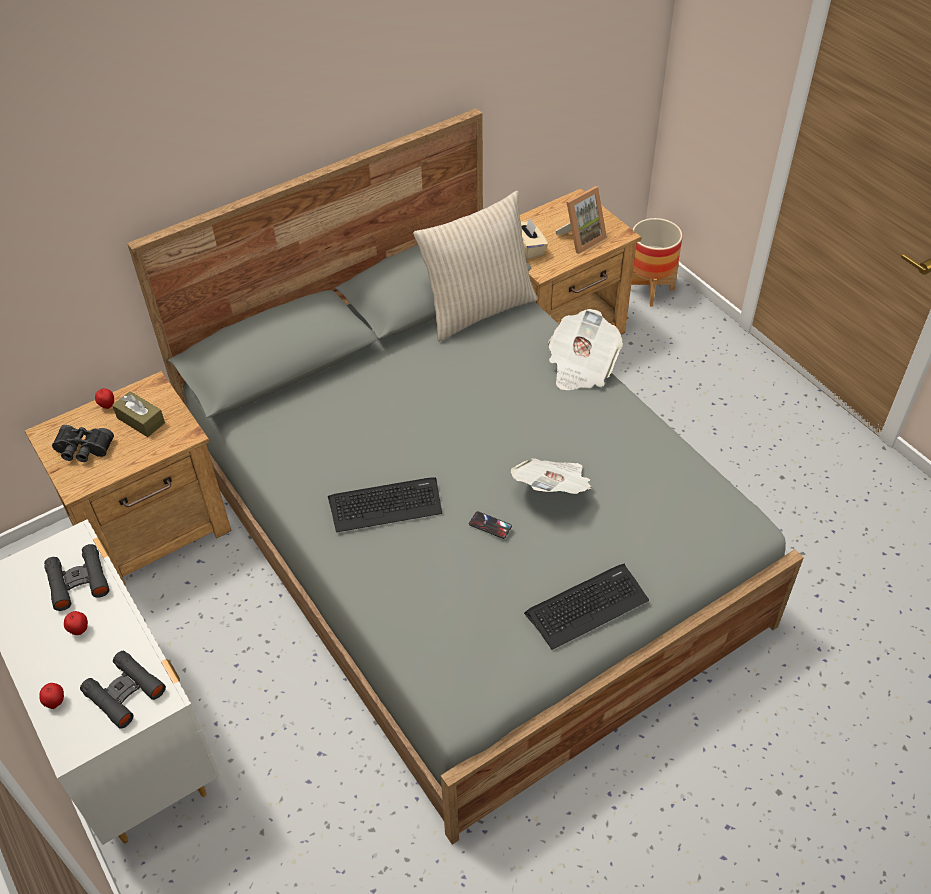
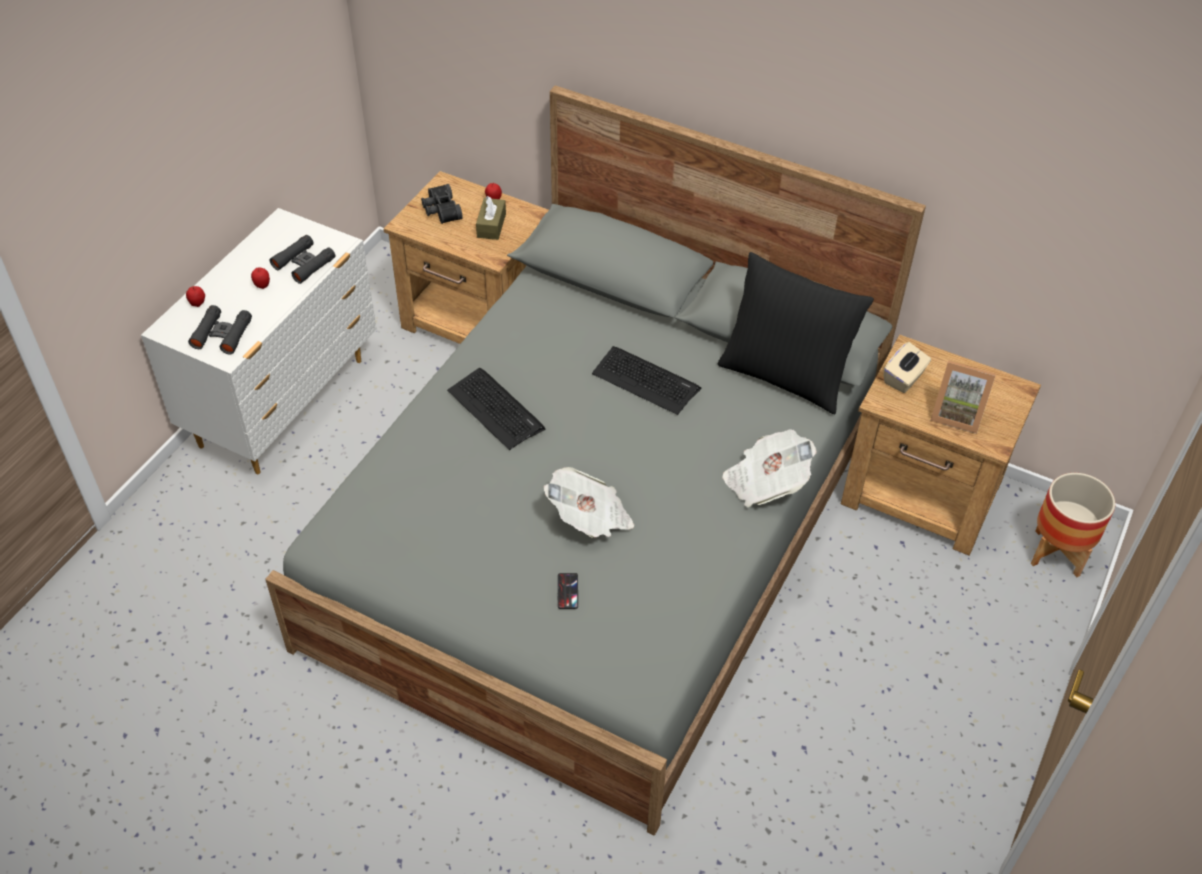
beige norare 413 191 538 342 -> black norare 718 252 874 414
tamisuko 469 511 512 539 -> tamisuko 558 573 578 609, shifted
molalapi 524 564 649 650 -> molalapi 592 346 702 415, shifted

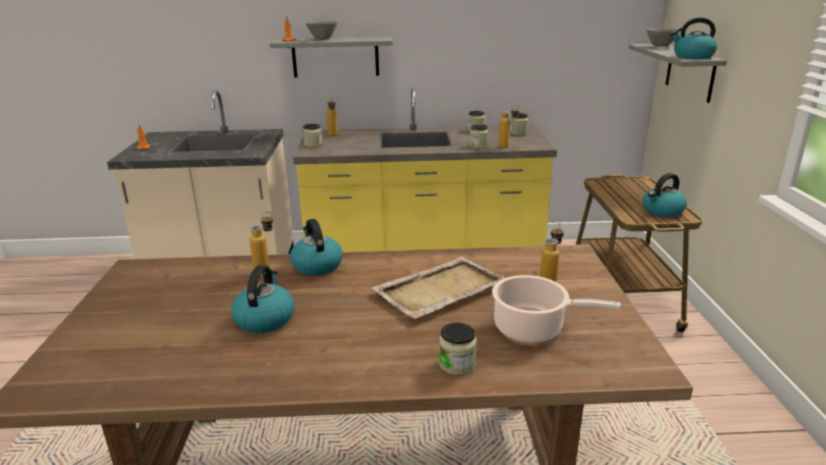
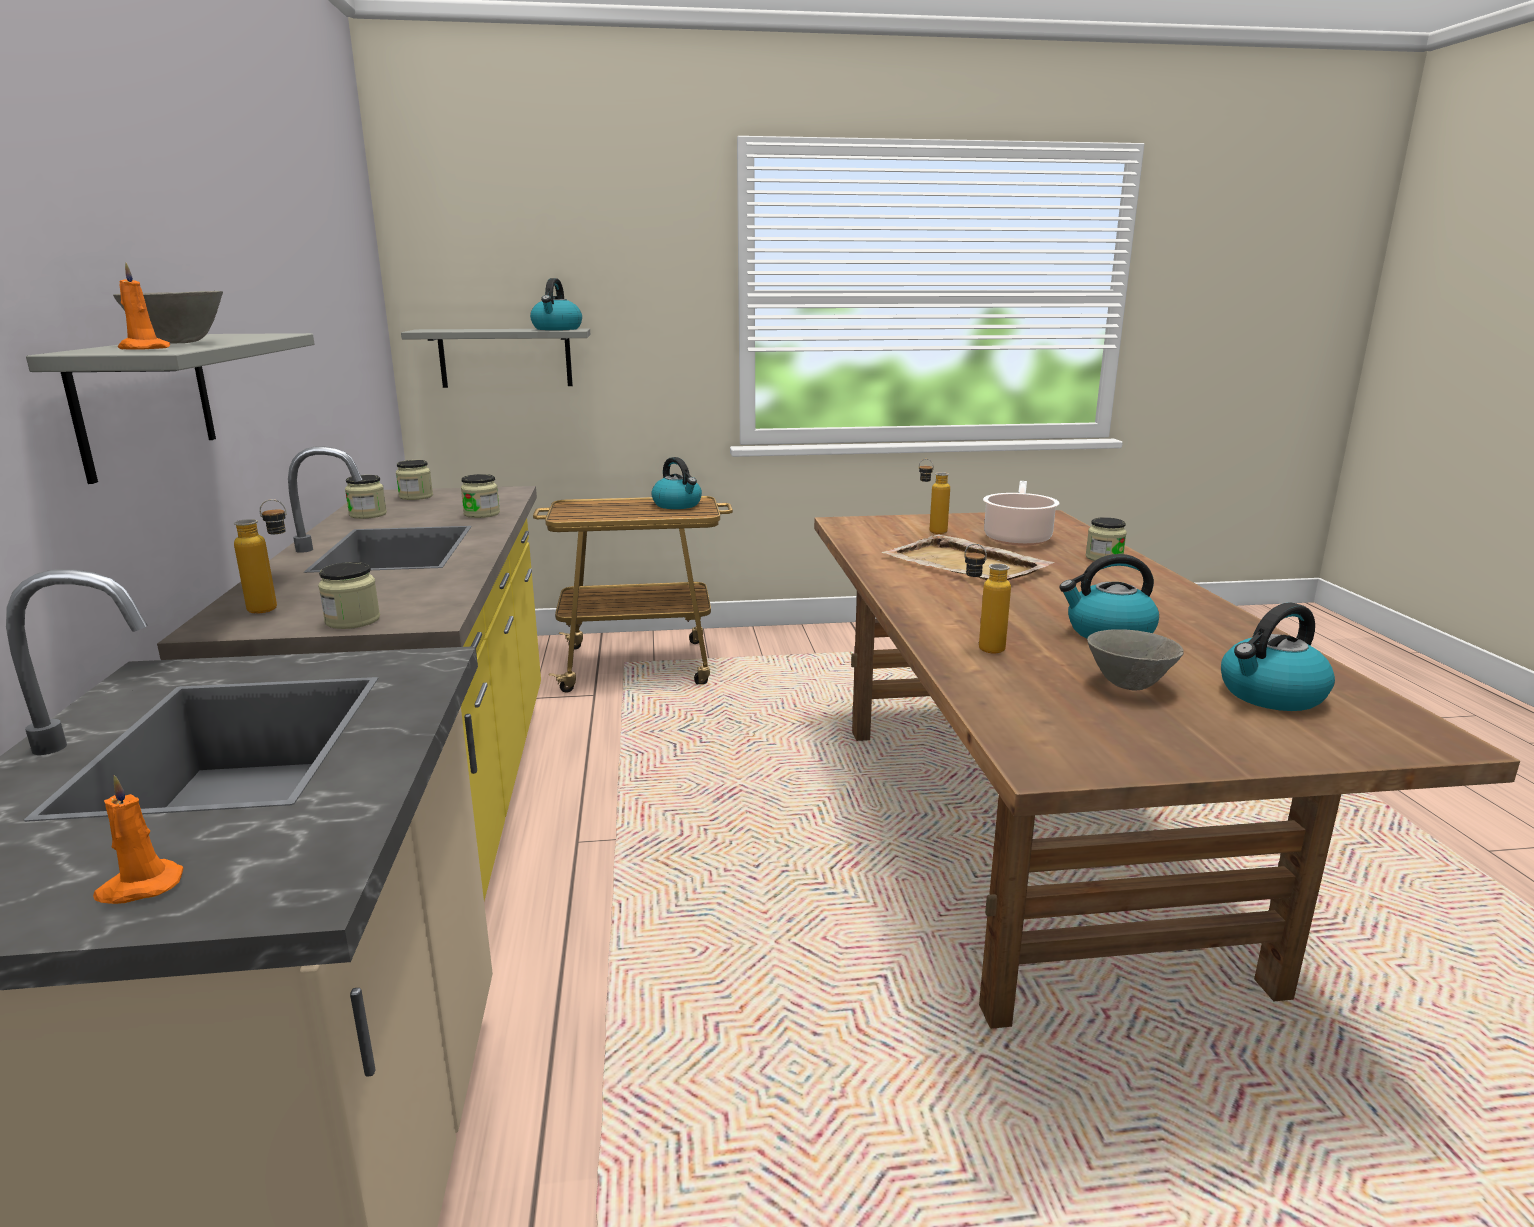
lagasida 290 219 343 275 -> lagasida 1221 602 1335 711, shifted
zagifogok 498 105 520 148 -> none
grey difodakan 647 28 680 47 -> grey difodakan 1087 629 1184 691, shifted

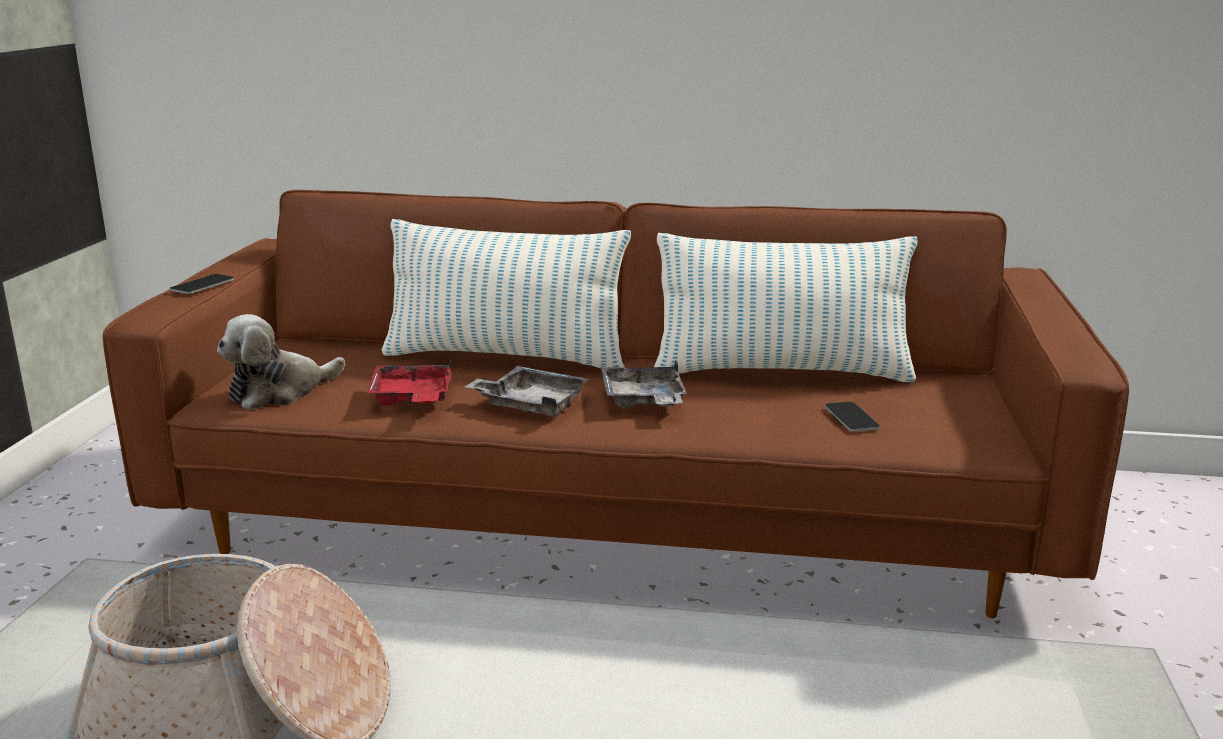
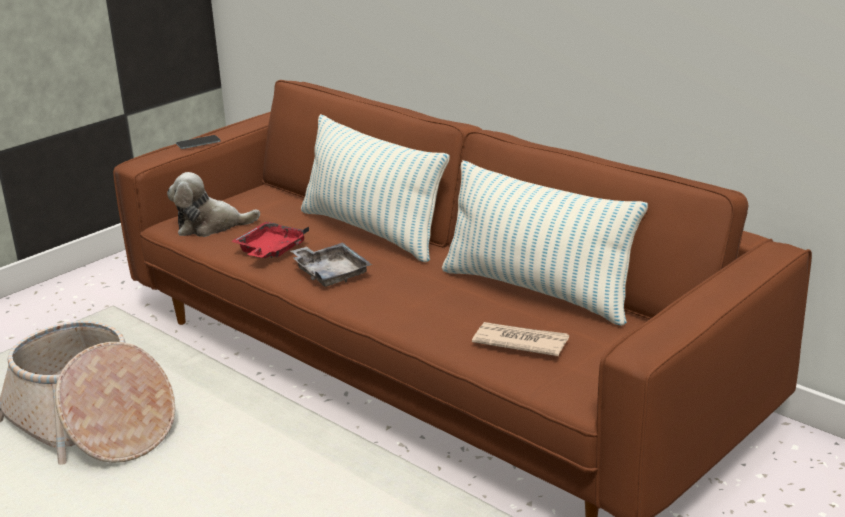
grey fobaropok 601 360 687 408 -> none
tamisuko 825 402 880 432 -> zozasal 472 322 569 356

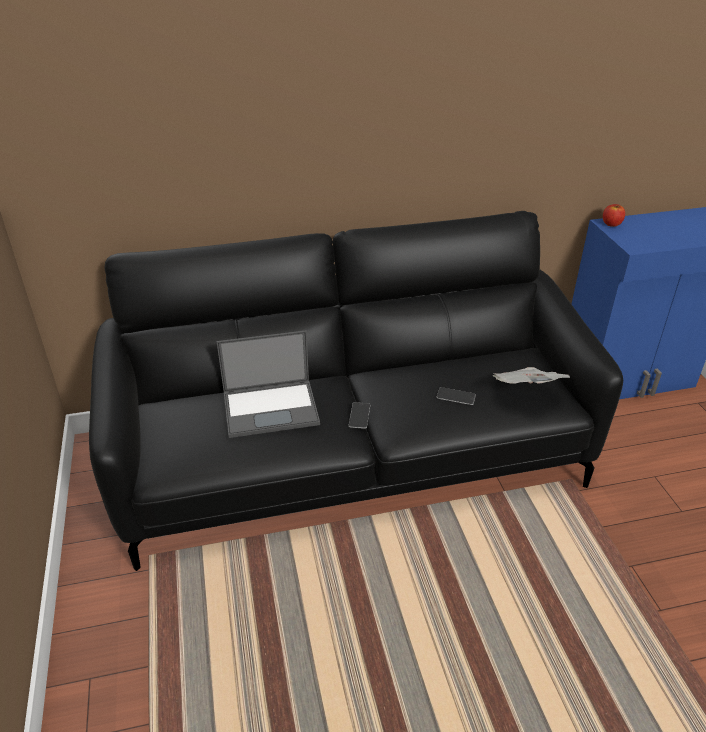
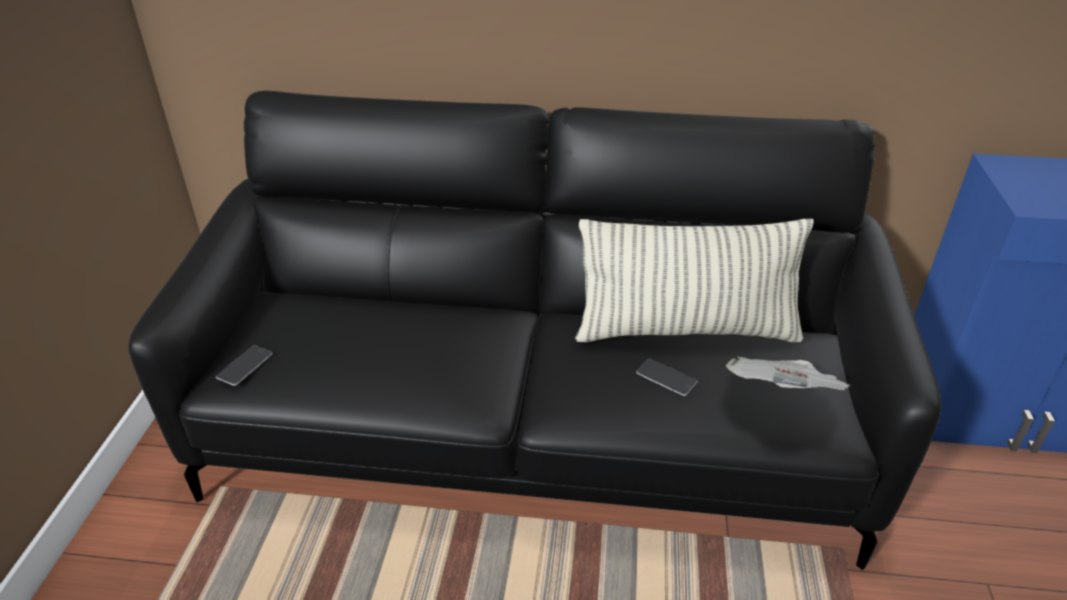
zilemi 217 330 320 438 -> none
tamisuko 349 402 370 429 -> tamisuko 216 345 273 386, shifted
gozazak 603 204 625 227 -> none
none -> norare 575 219 814 342

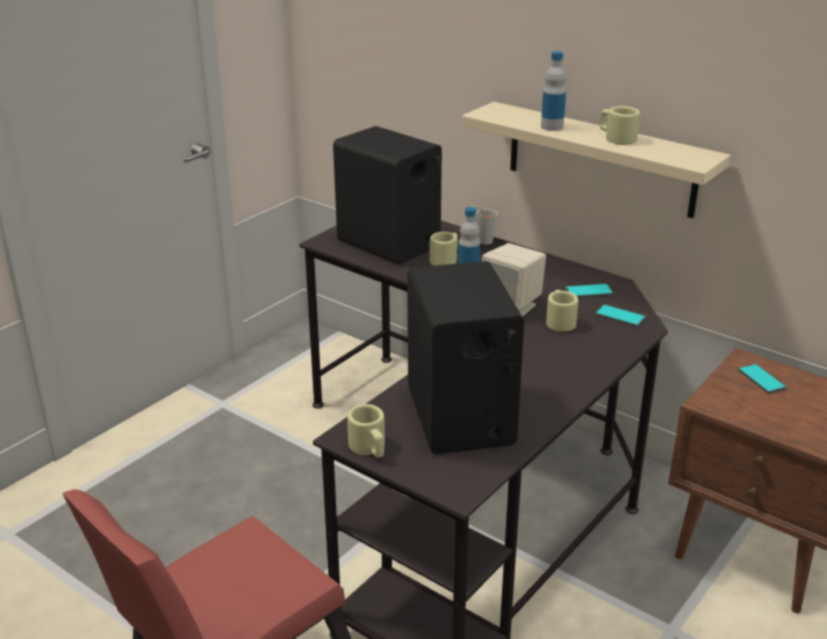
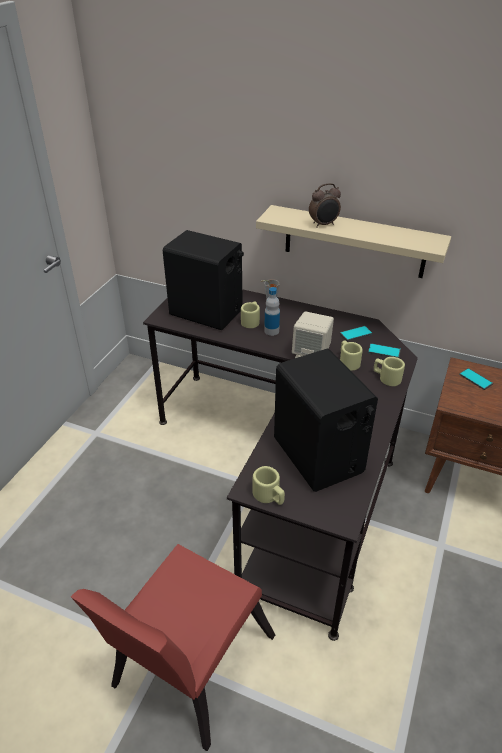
zagifogok 541 51 566 131 -> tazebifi 309 183 341 228
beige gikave 600 106 640 145 -> beige gikave 374 357 405 386, shifted

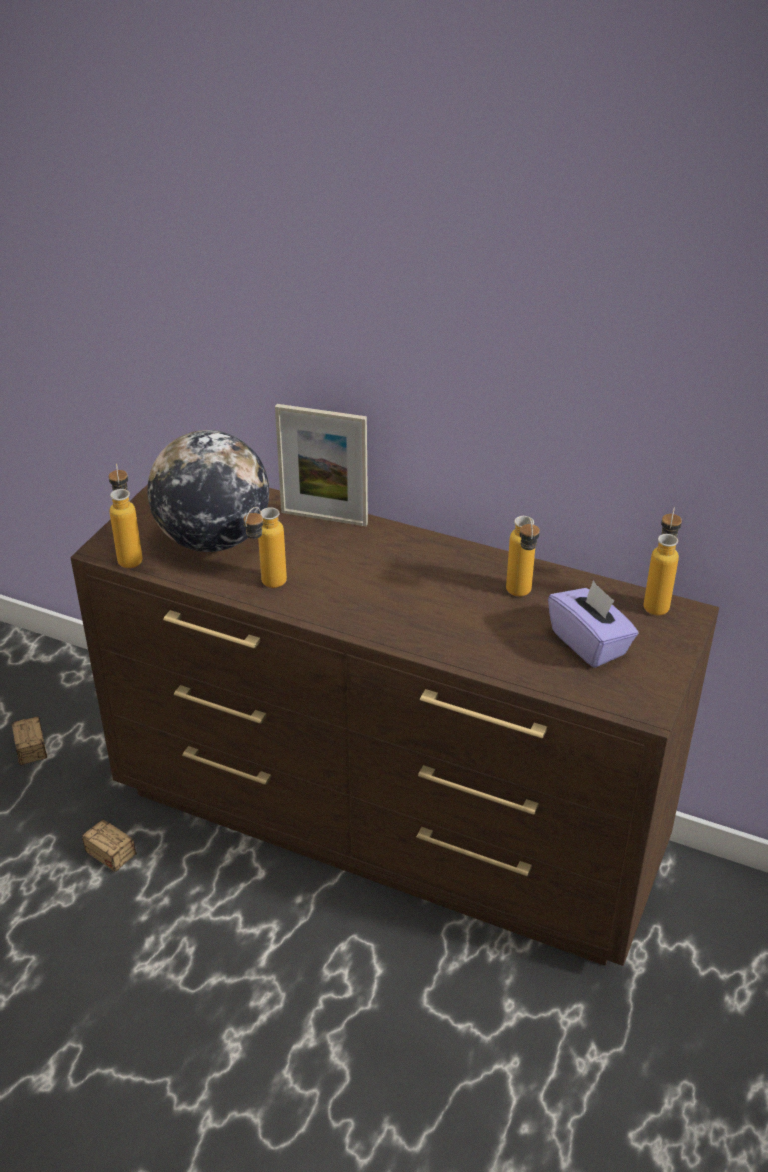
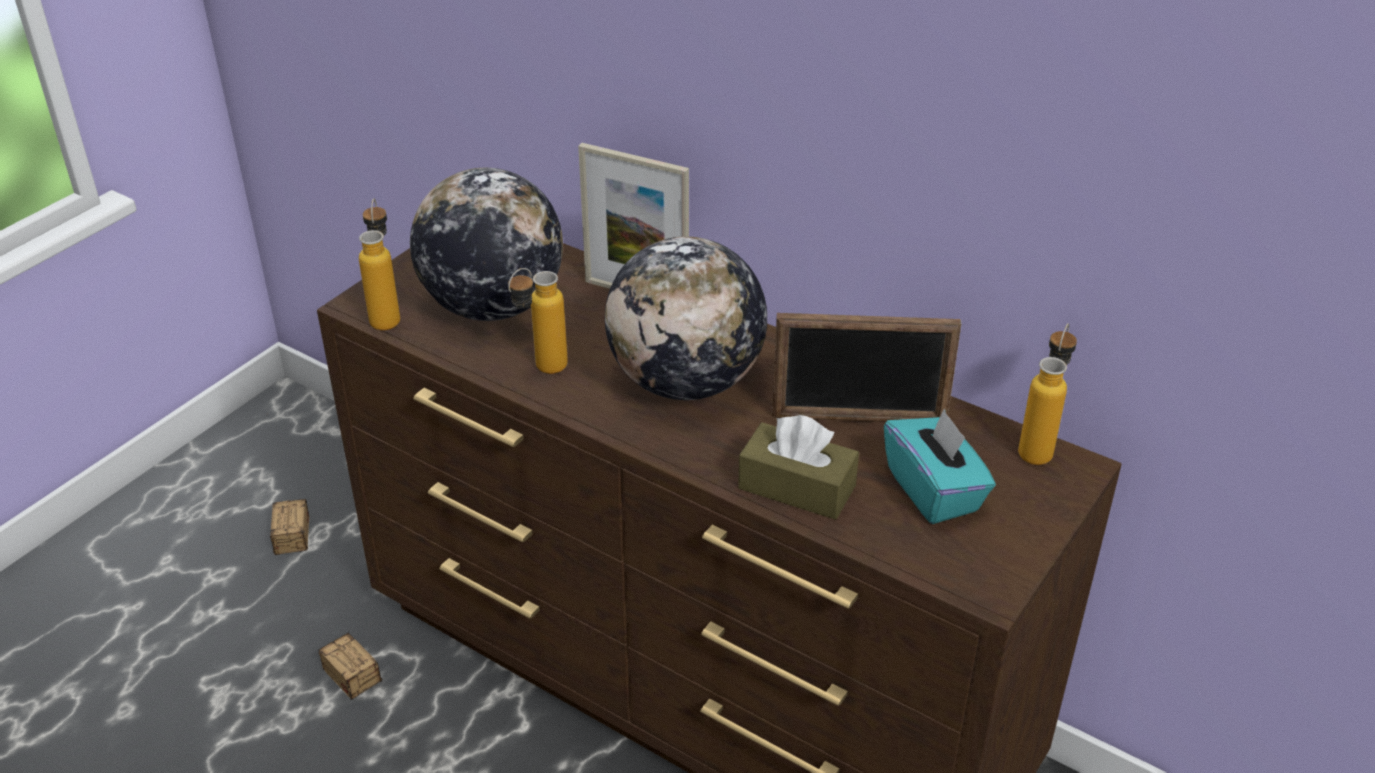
zagifogok 506 516 540 596 -> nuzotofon 772 313 961 422
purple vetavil 548 581 639 668 -> turquoise vetavil 884 409 996 524
none -> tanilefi 605 236 767 400
none -> brown vetavil 738 415 859 520

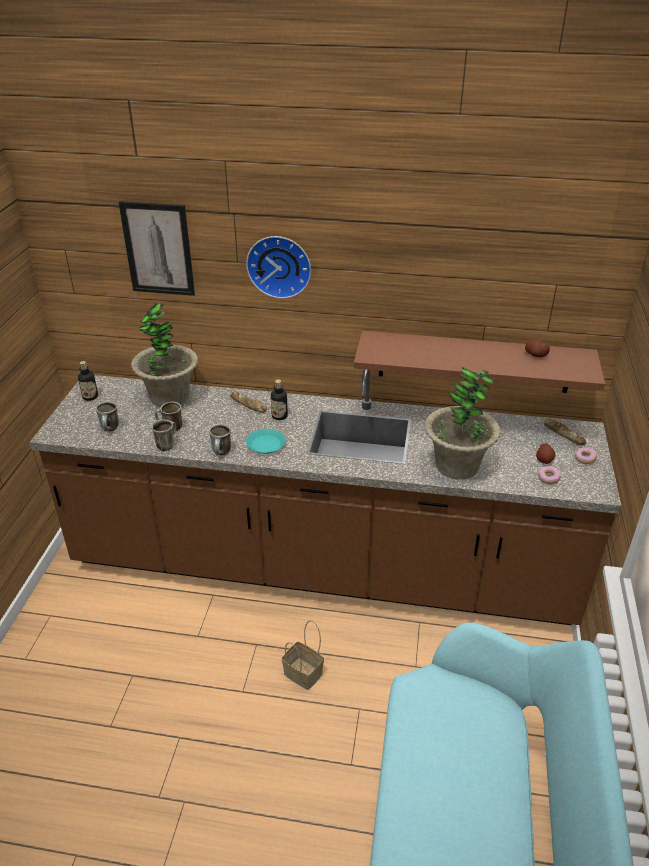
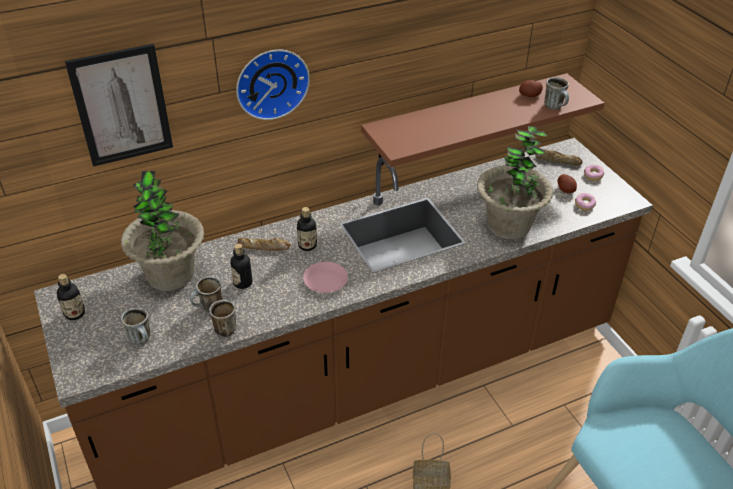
gikave 209 424 231 455 -> gikave 544 77 569 110, shifted
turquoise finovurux 246 429 286 454 -> pink finovurux 303 262 348 293
none -> zagifogok 230 244 252 289

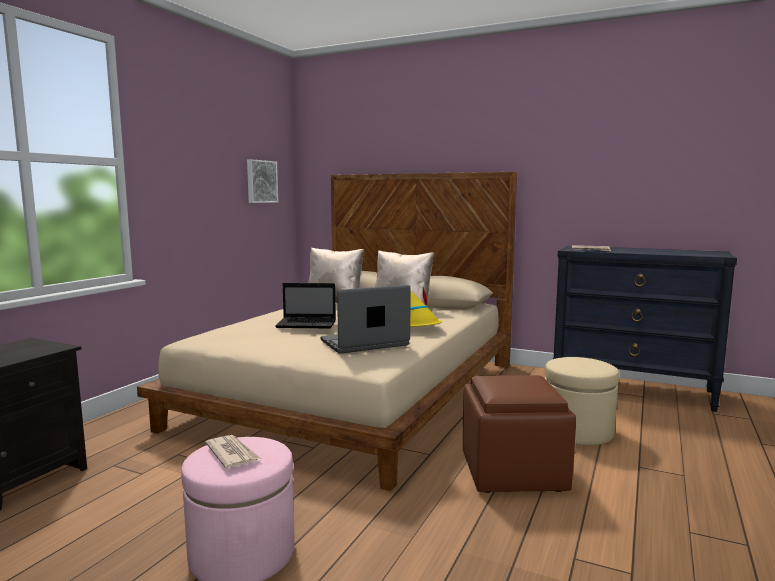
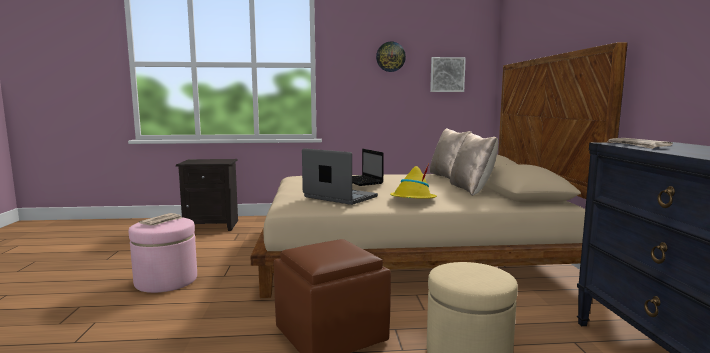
none -> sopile 376 42 406 72

